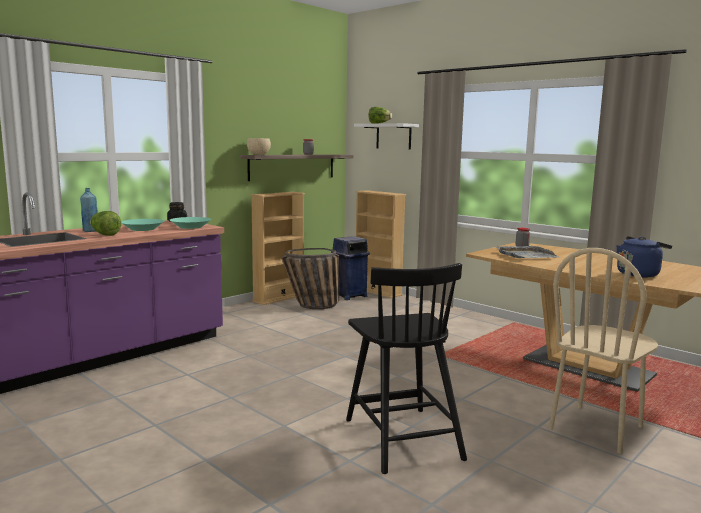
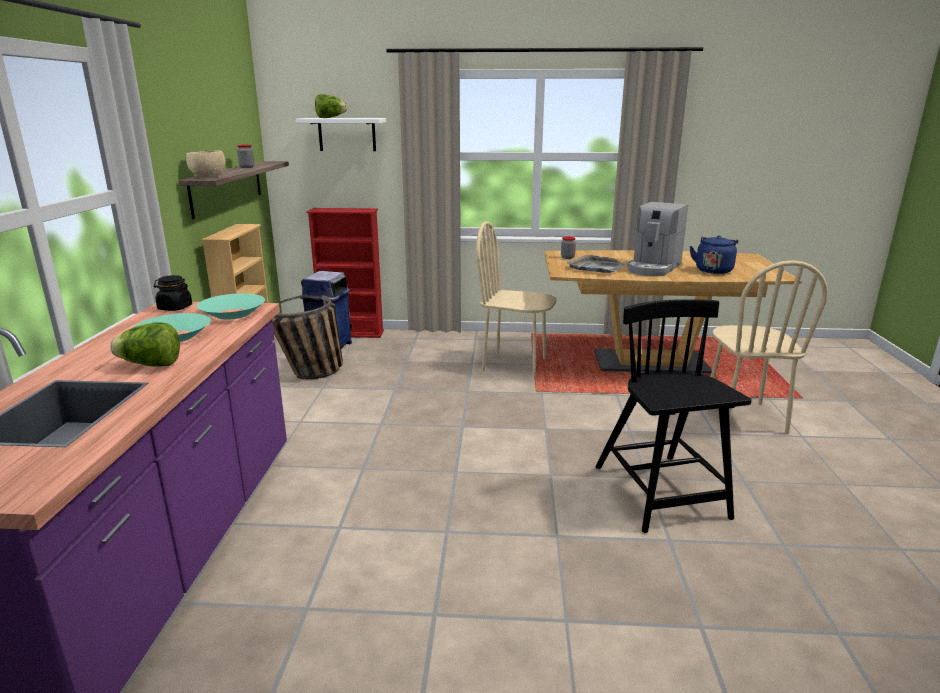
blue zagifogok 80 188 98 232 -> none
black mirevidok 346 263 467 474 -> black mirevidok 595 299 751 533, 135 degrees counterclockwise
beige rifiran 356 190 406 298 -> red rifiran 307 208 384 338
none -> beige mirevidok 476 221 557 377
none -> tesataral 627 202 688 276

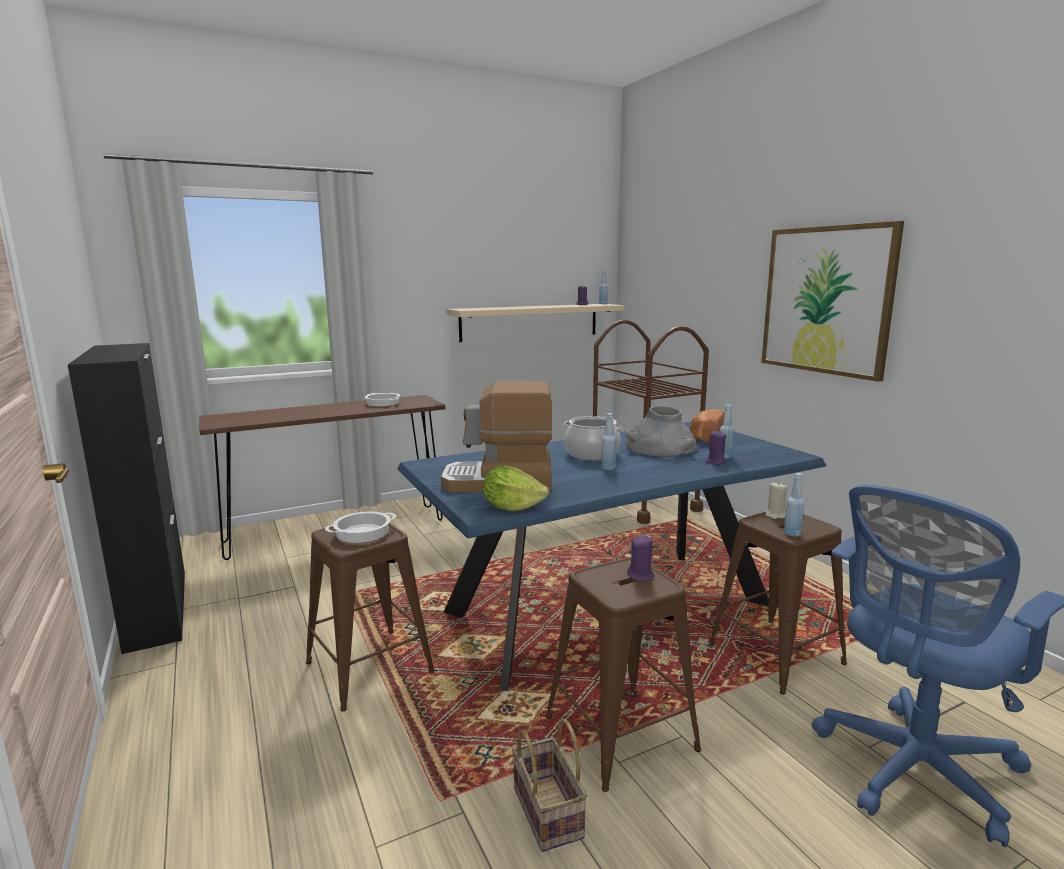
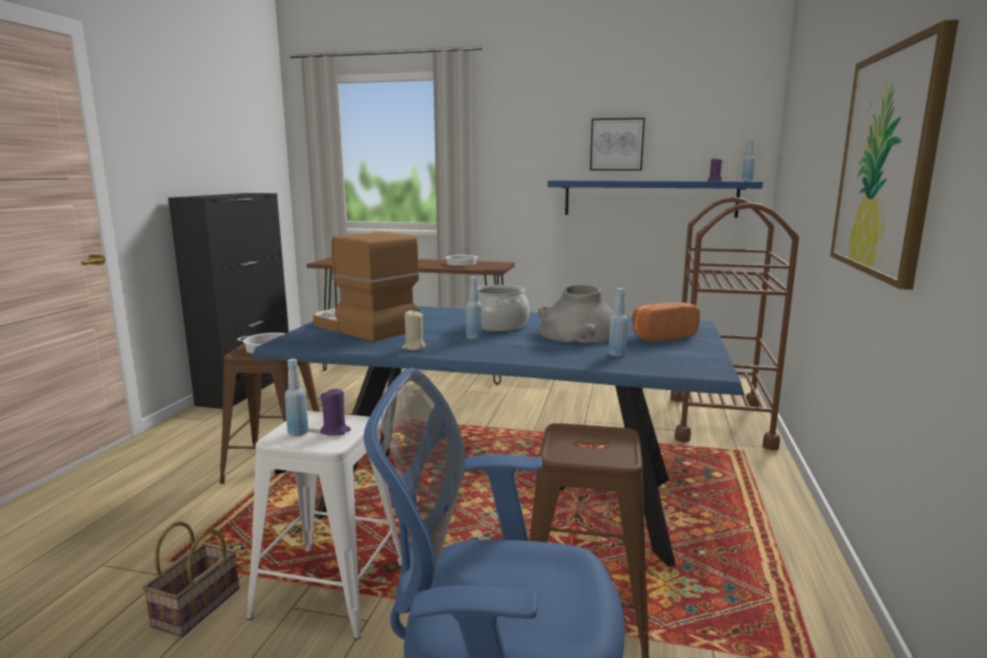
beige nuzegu 446 304 625 342 -> blue nuzegu 548 180 763 218
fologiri 483 465 549 511 -> none
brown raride 546 557 701 792 -> white raride 246 411 403 639
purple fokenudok 705 431 726 465 -> none
beige fokenudok 765 483 787 519 -> beige fokenudok 402 310 426 350, shifted
blue zagifogok 784 473 805 536 -> blue zagifogok 285 359 309 436, shifted
none -> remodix 590 118 645 171

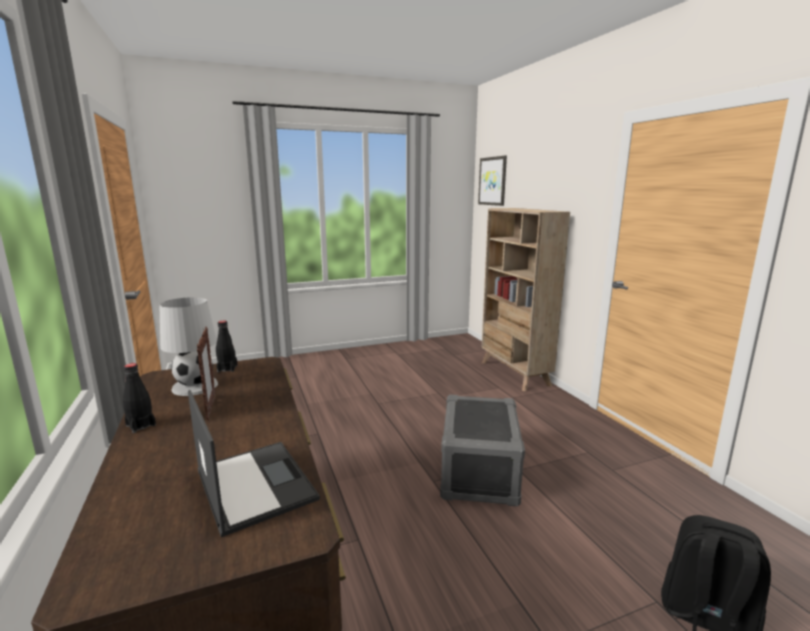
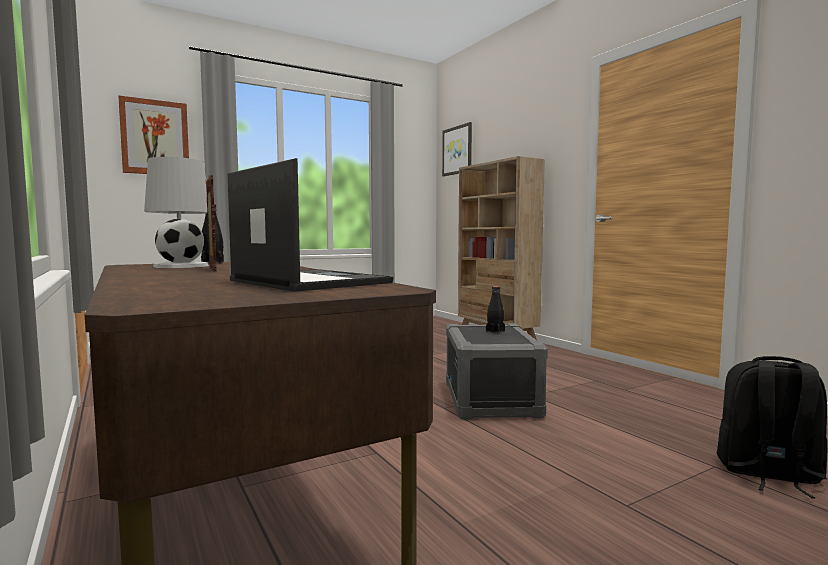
black zagifogok 123 363 156 433 -> black zagifogok 486 286 505 334, shifted
none -> remodix 118 95 189 174

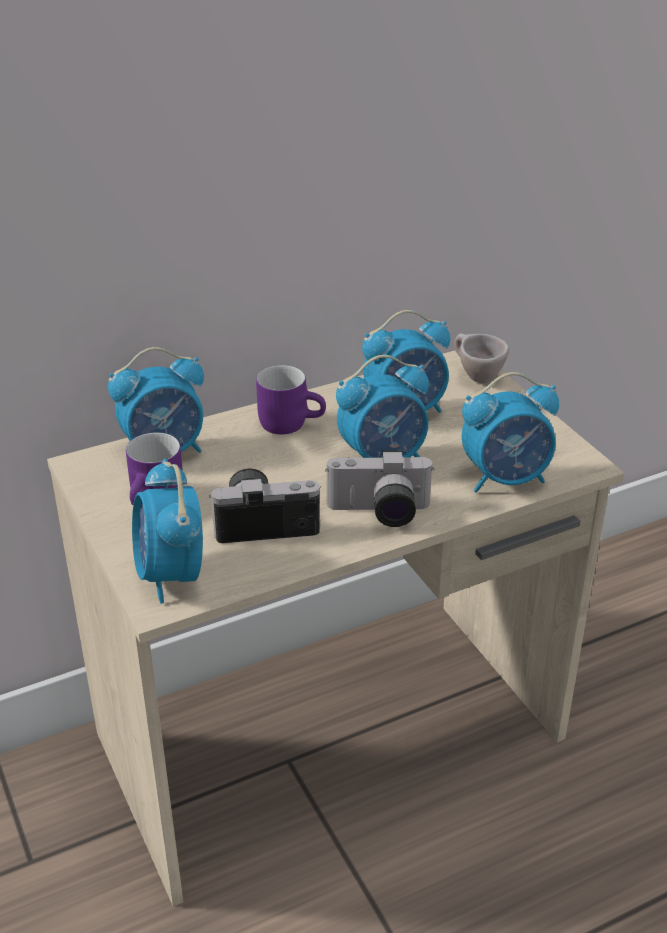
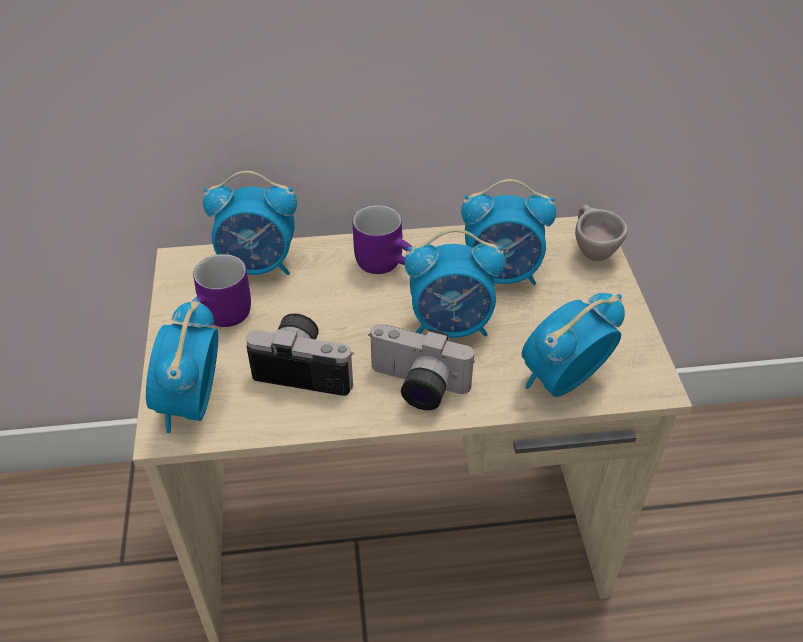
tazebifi 462 372 559 493 -> tazebifi 522 293 625 397, 135 degrees clockwise

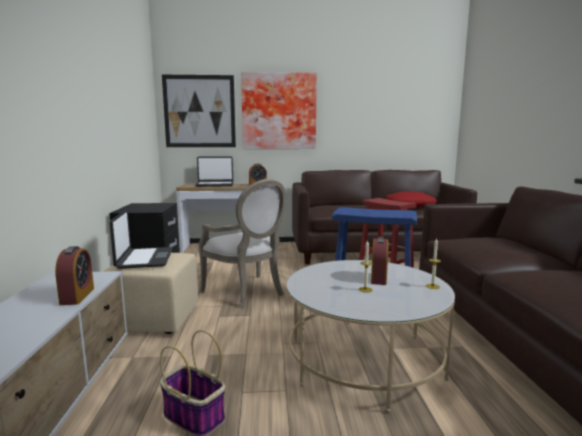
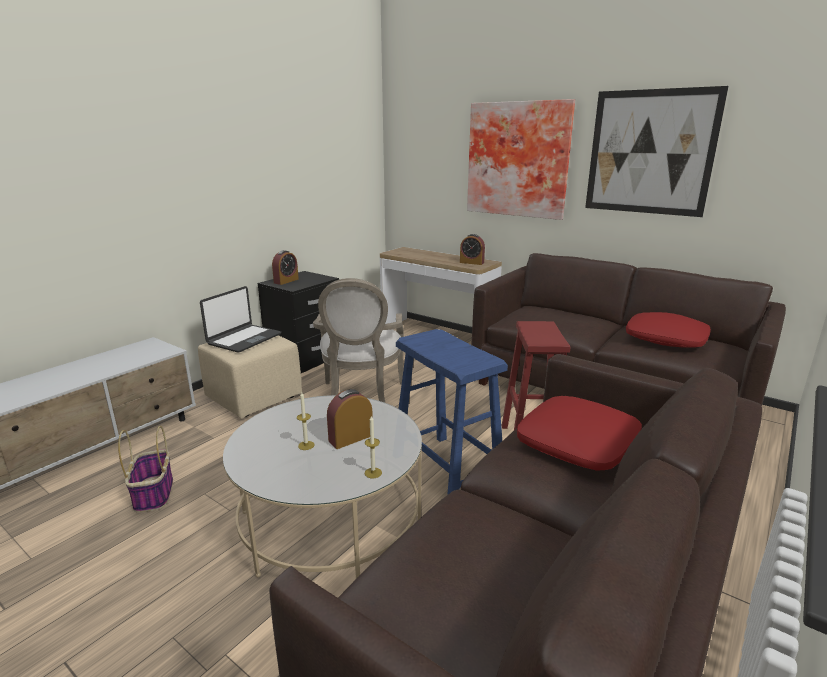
tazebifi 55 246 94 305 -> tazebifi 272 250 299 285, shifted
remodix 162 75 236 147 -> remodix 585 86 729 217, shifted
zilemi 196 156 233 187 -> none
none -> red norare 517 396 642 470

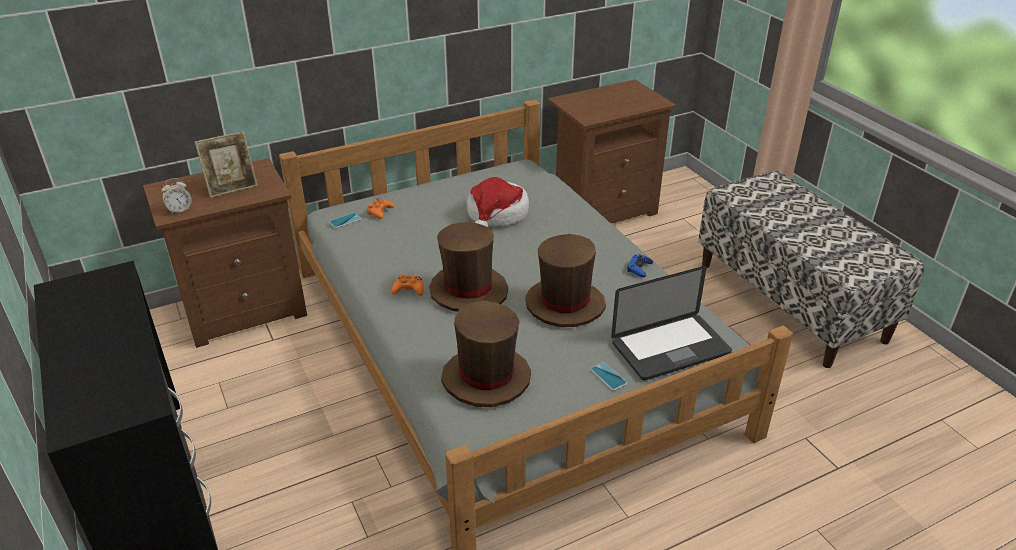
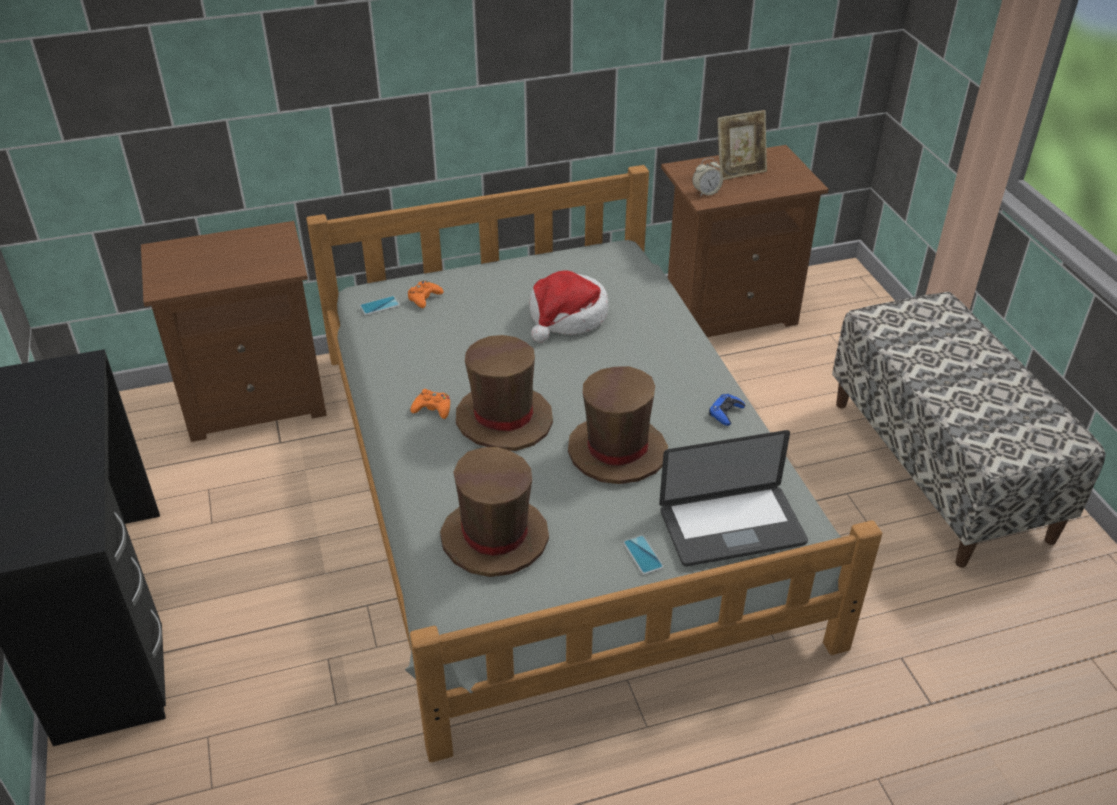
tazebifi 161 178 192 214 -> tazebifi 692 158 723 197, shifted
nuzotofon 195 131 258 198 -> nuzotofon 717 110 767 180, shifted

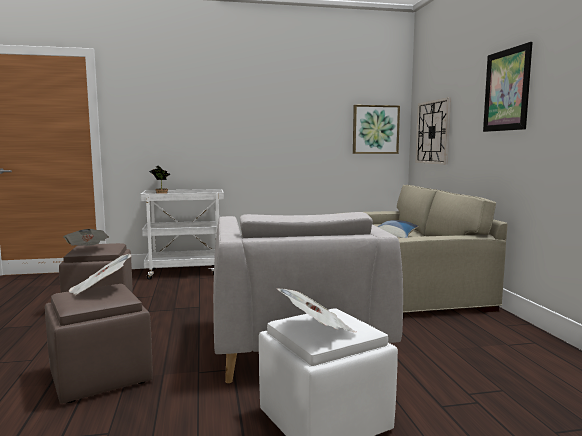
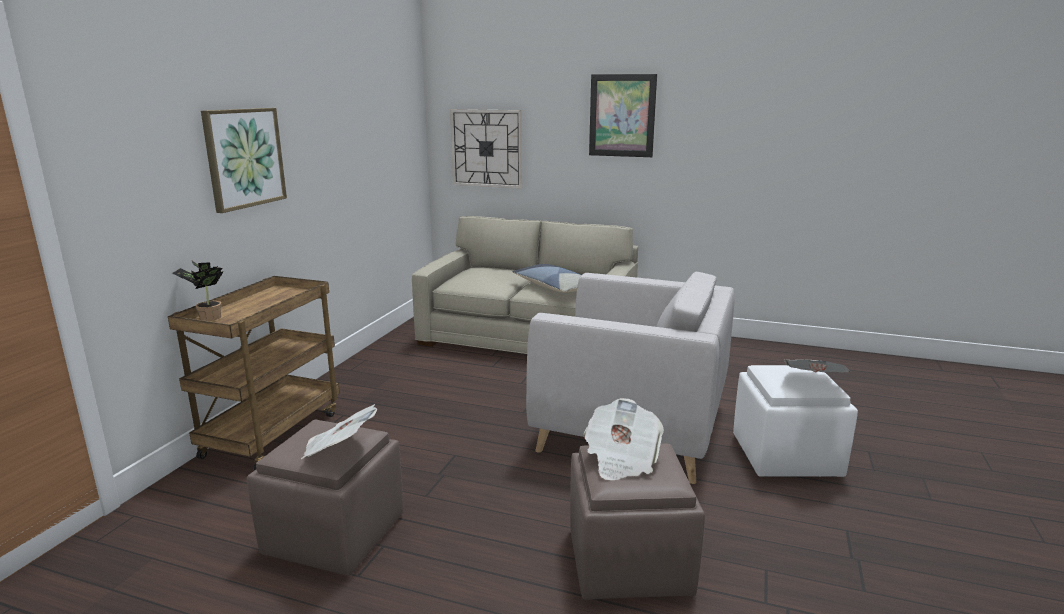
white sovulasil 140 189 224 279 -> brown sovulasil 168 276 340 471
remodix 353 105 400 154 -> remodix 201 108 287 213, shifted

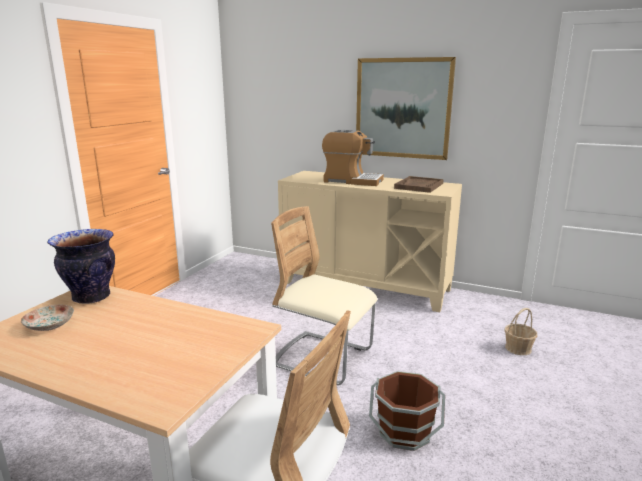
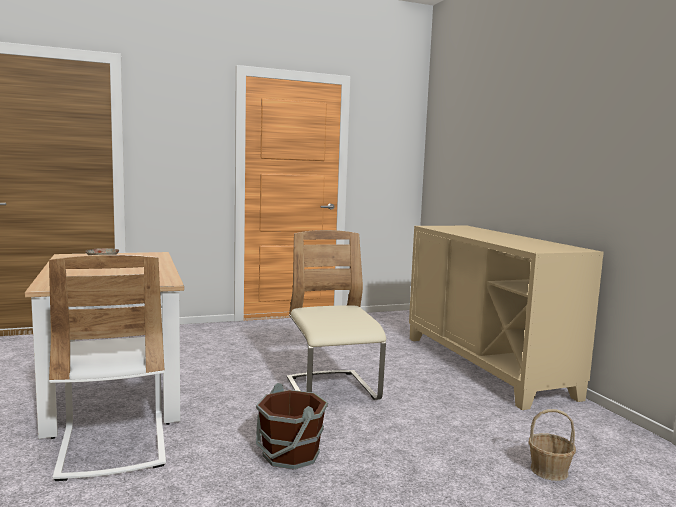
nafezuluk 47 229 115 304 -> none
tesataral 322 130 384 186 -> none
remodix 356 57 456 160 -> none
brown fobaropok 394 176 444 193 -> none

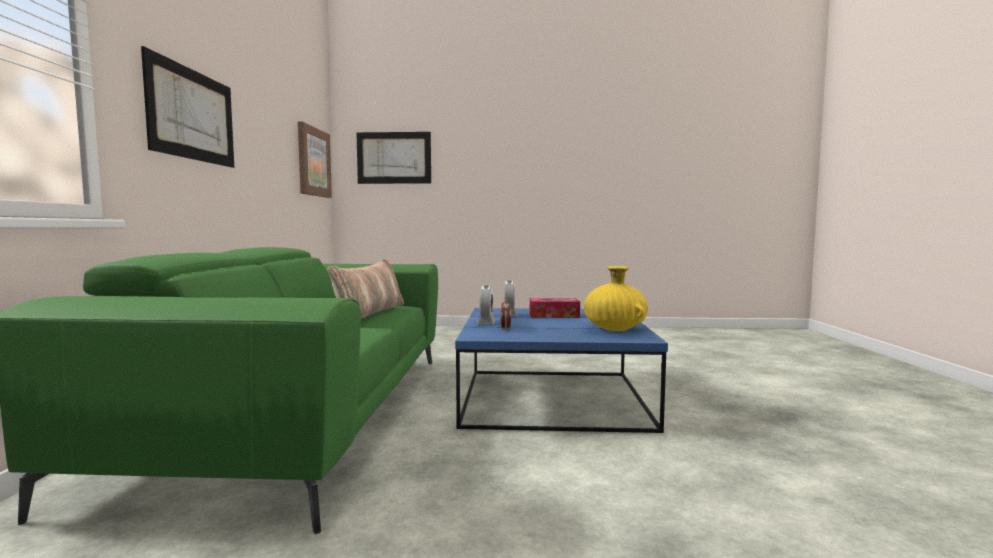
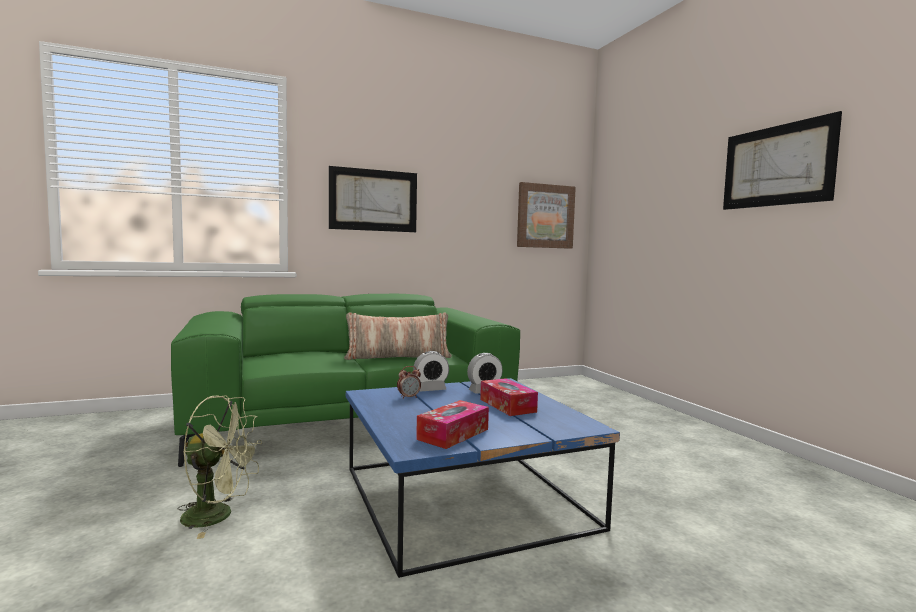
remodix 356 132 431 184 -> remodix 723 111 842 210, shifted
yellow nafezuluk 584 266 648 331 -> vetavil 416 400 489 449
none -> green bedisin 177 396 262 539

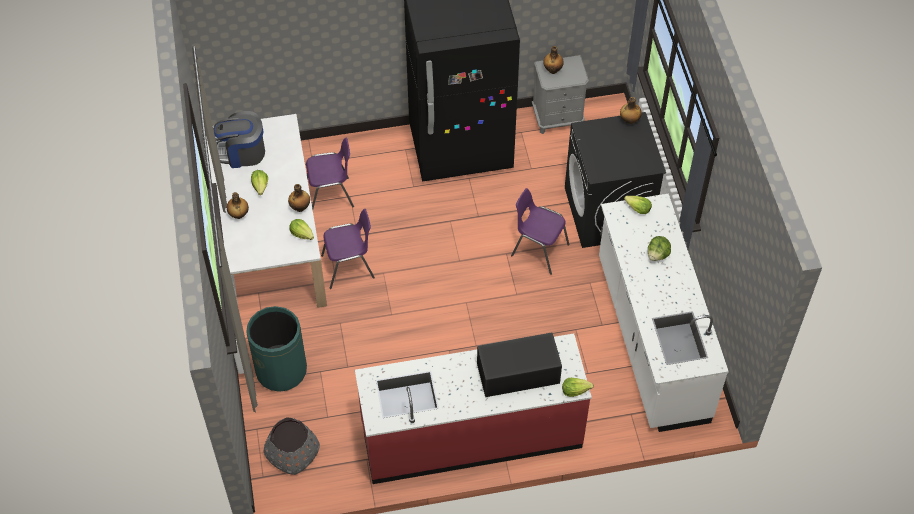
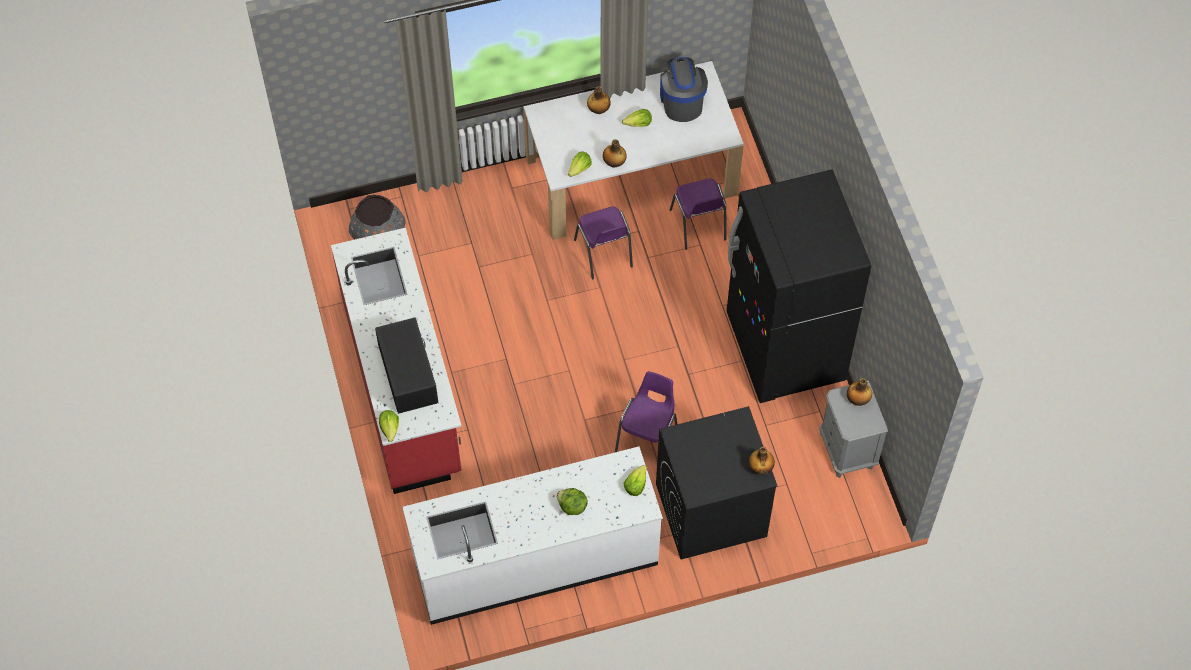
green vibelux 246 306 307 392 -> none

